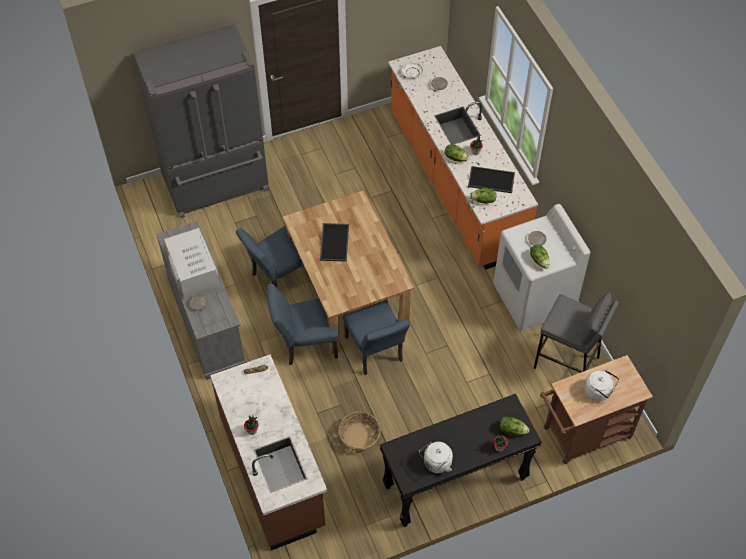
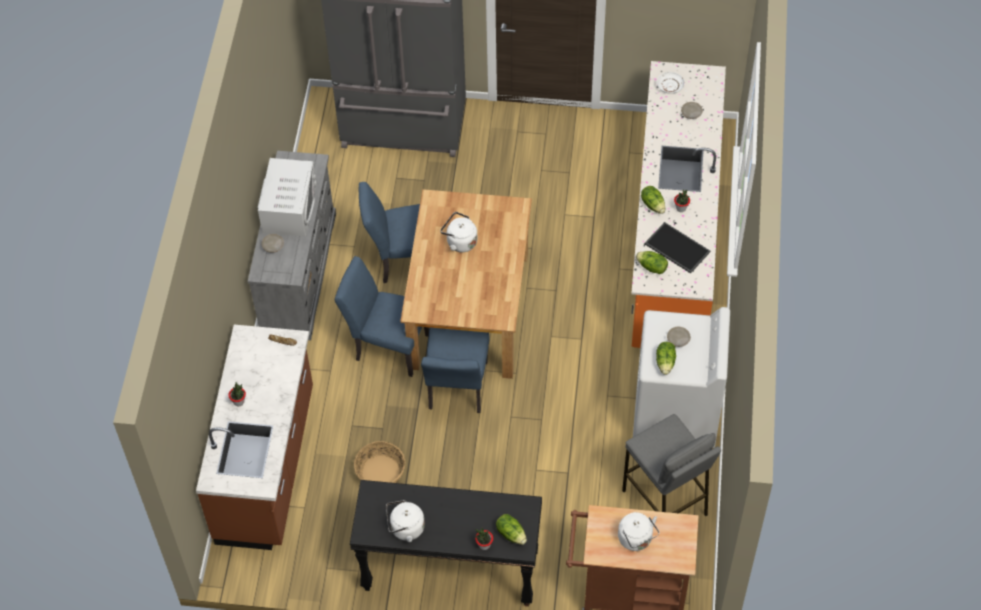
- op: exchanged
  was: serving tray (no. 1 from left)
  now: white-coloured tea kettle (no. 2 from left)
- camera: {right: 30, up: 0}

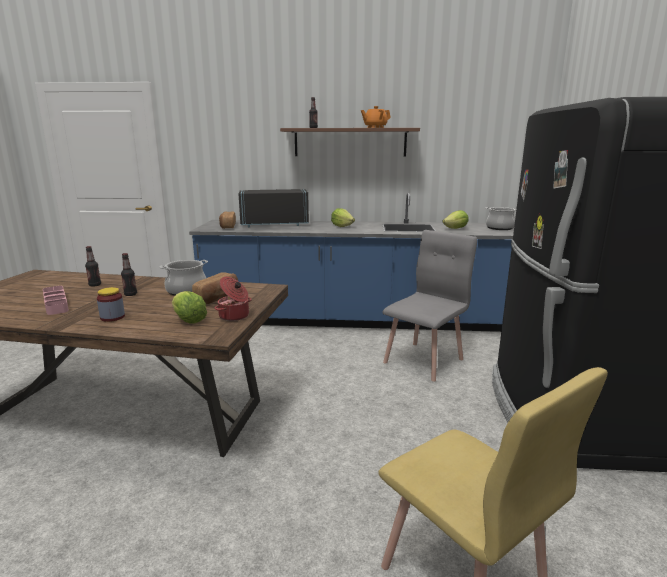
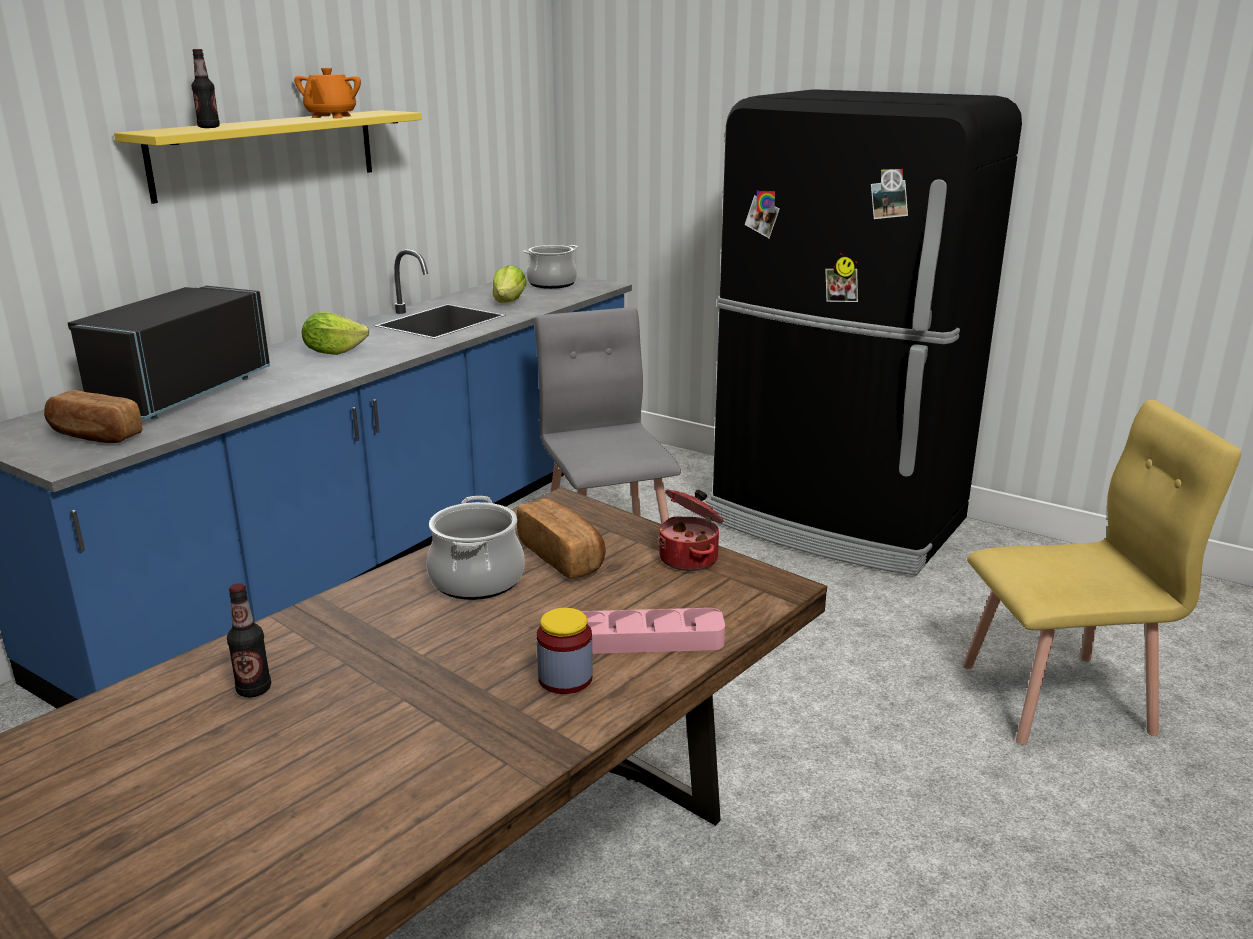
- op: relocated
  was: pink serving tray
- op: missing
  was: bottle (no. 2 from left)
- op: missing
  was: lettuce (no. 1 from left)
- op: colour
  was: brownish shelf
  now: yellowish shelf
- camera: {right: -60, up: 5}

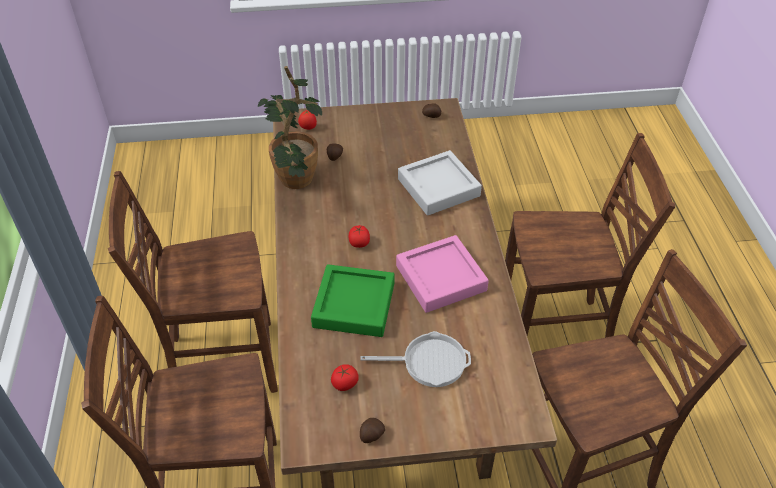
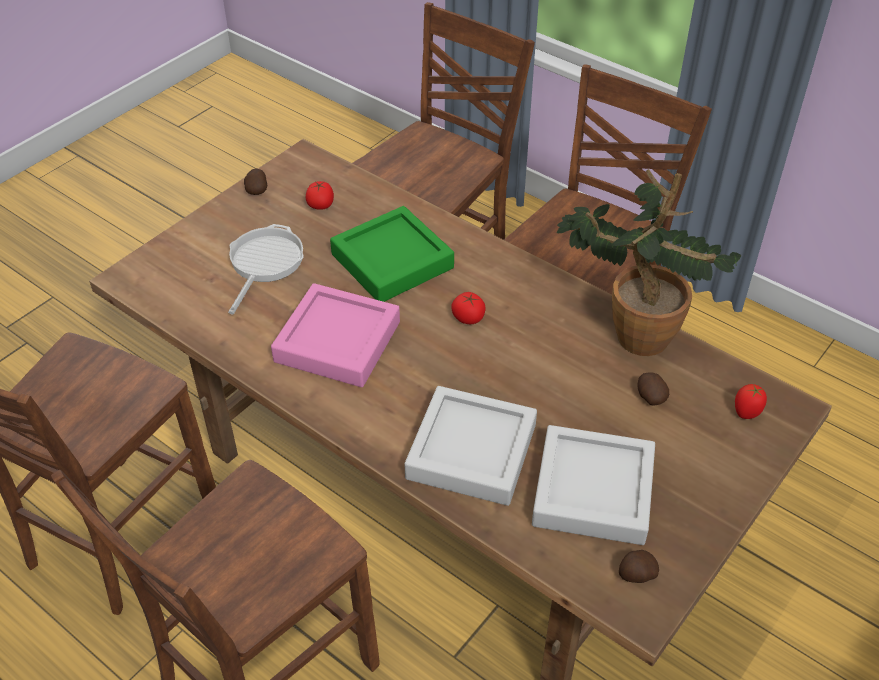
- op: spun
  was: skillet
  clockwise: 150
- op: appeared
  now: gray serving tray (no. 2 from left)
- camera: {right: 135, up: 0}

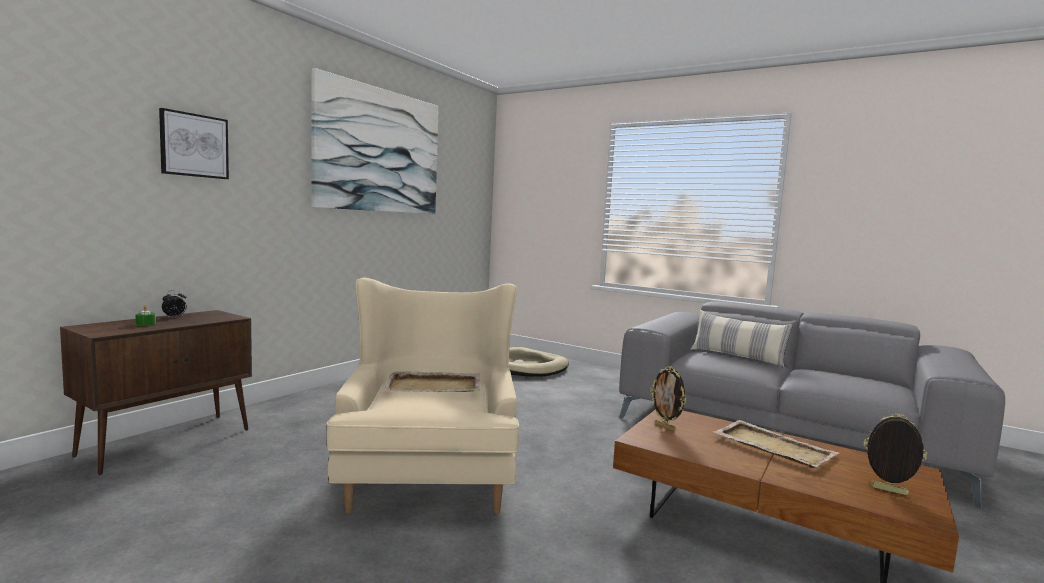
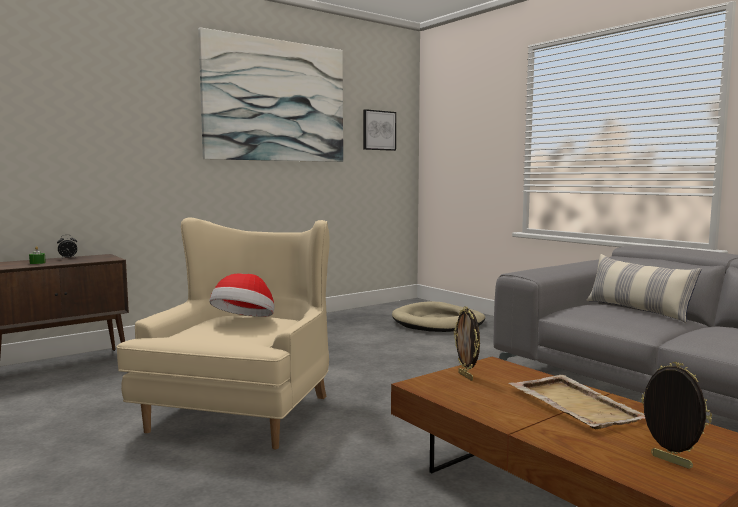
- op: relocated
  was: picture (no. 1 from left in the first image)
  now: picture (no. 2 from left)
- op: exchanged
  was: beige-coloured serving tray (no. 1 from left)
  now: wearable hat
- camera: {right: 20, up: 0}

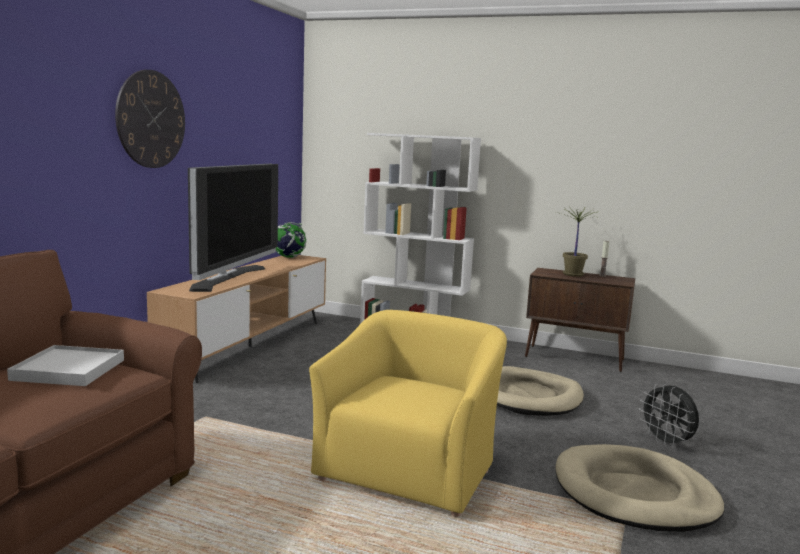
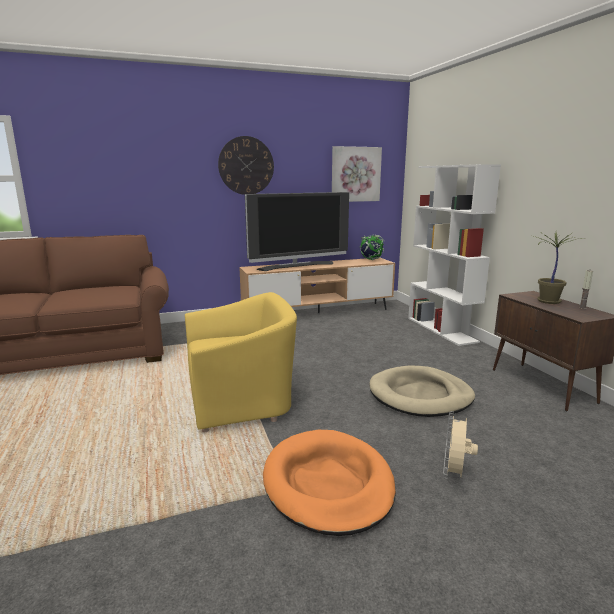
- op: missing
  was: white-coloured serving tray
- op: colour
  was: beige-coloured dog bed (no. 2 from left)
  now: orange dog bed
- op: colour
  was: black cooling fan
  now: beige-coloured cooling fan
- op: appeared
  now: picture
- camera: {right: 50, up: 5}

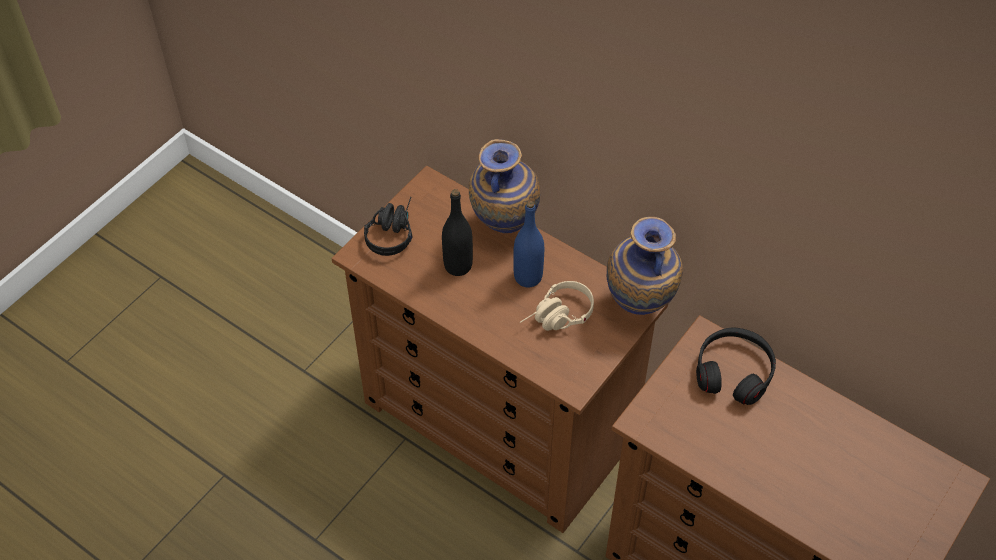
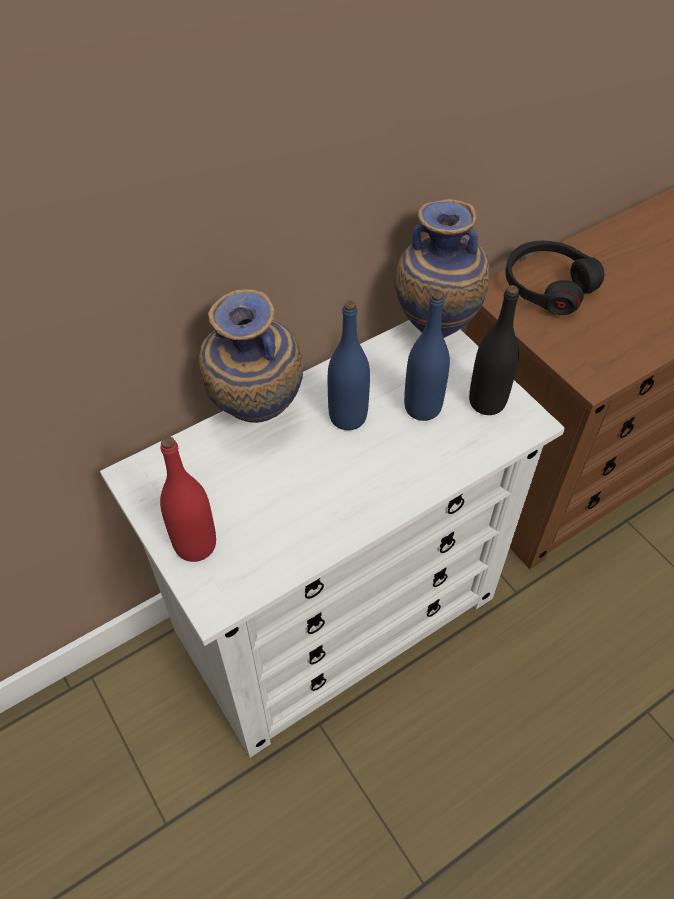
- op: colour
  was: brownish drawer chest (no. 1 from left)
  now: white-coloured drawer chest
- op: exchanged
  was: black pair of headphones (no. 1 from left)
  now: reddish bottle
- op: relocated
  was: black bottle
- op: exchanged
  was: beige-coloured pair of headphones
  now: blue bottle (no. 2 from left)
- camera: {right: -70, up: 0}

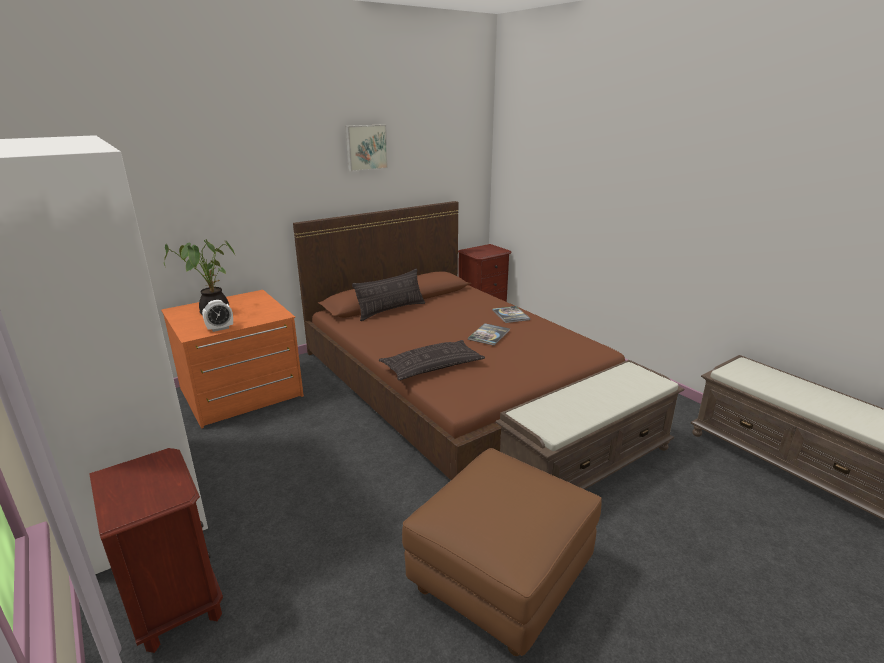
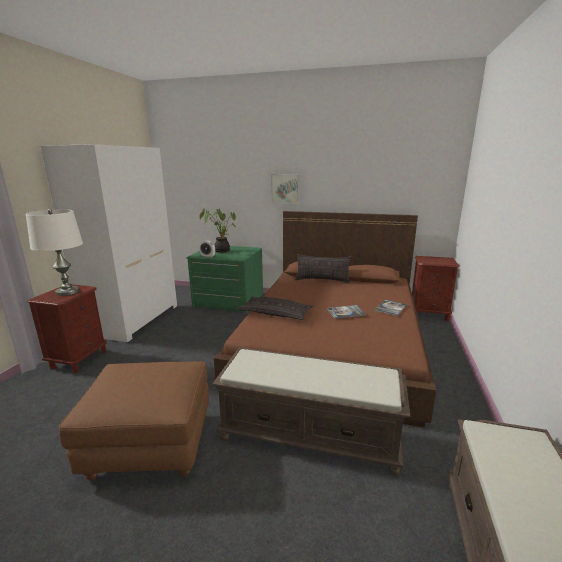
- op: colour
  was: orange drawer chest
  now: green drawer chest
- op: relocated
  was: picture
- op: appeared
  now: white-coloured tabletop lamp
- camera: {right: 50, up: -5}

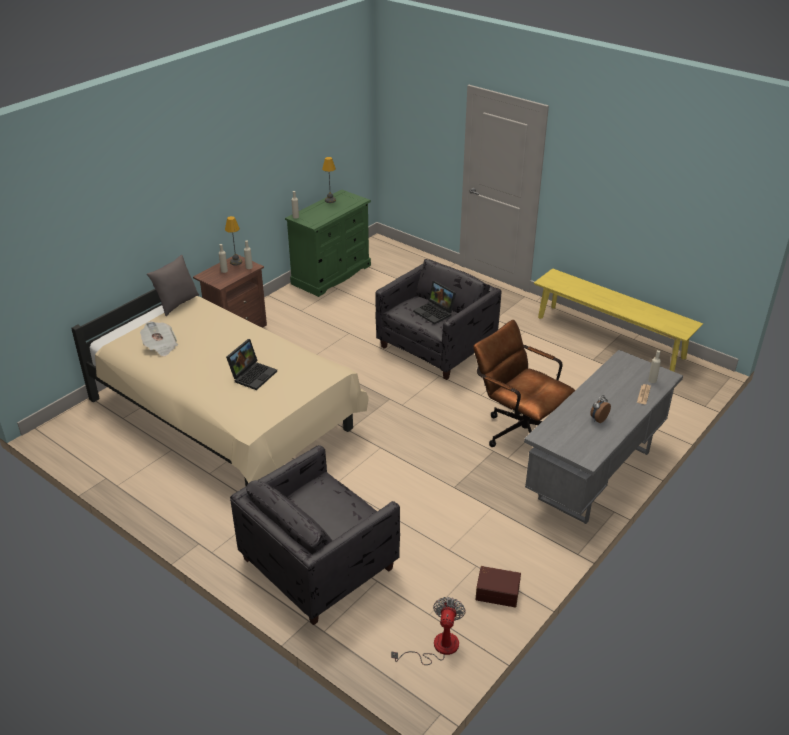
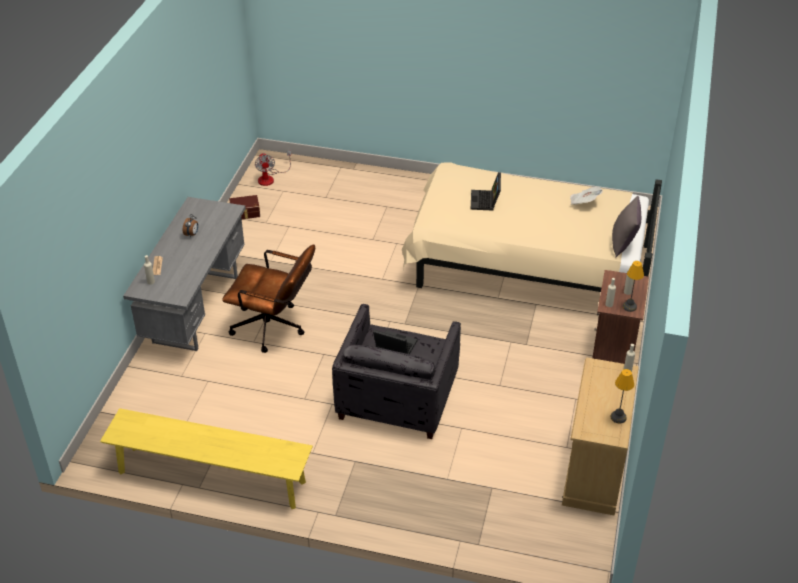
- op: missing
  was: gray lounge chair (no. 1 from left)
- op: colour
  was: green drawer chest
  now: beige-coloured drawer chest
- camera: {right: 155, up: 5}

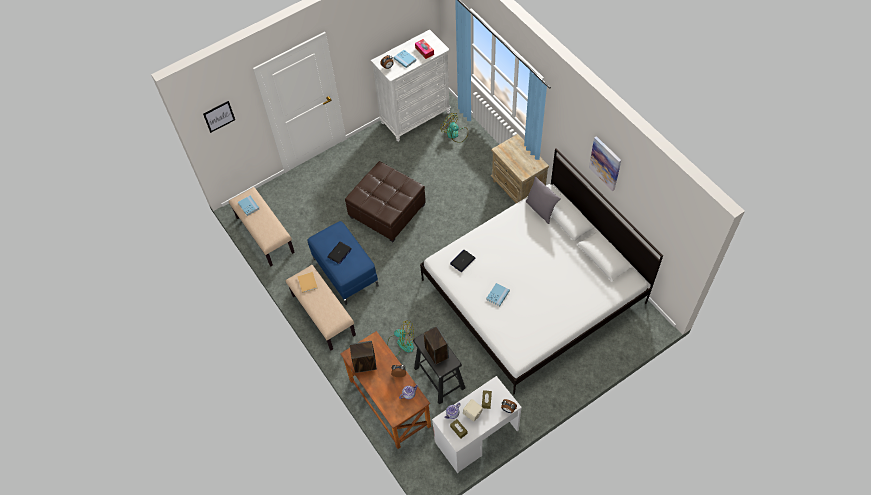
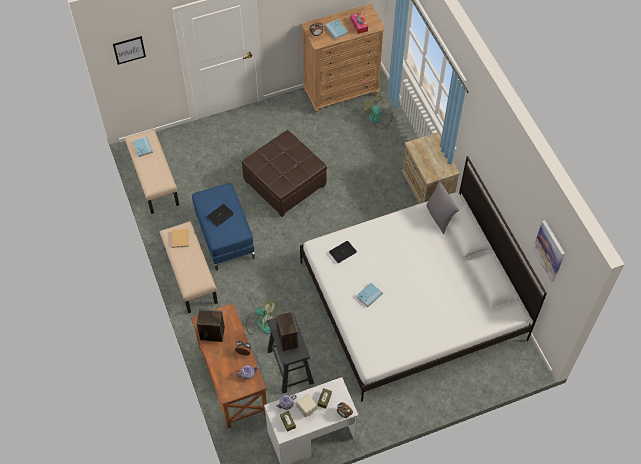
- op: colour
  was: white-coloured drawer chest
  now: brownish drawer chest
- op: relocated
  was: picture (no. 2 from left)
- camera: {right: 10, up: 0}

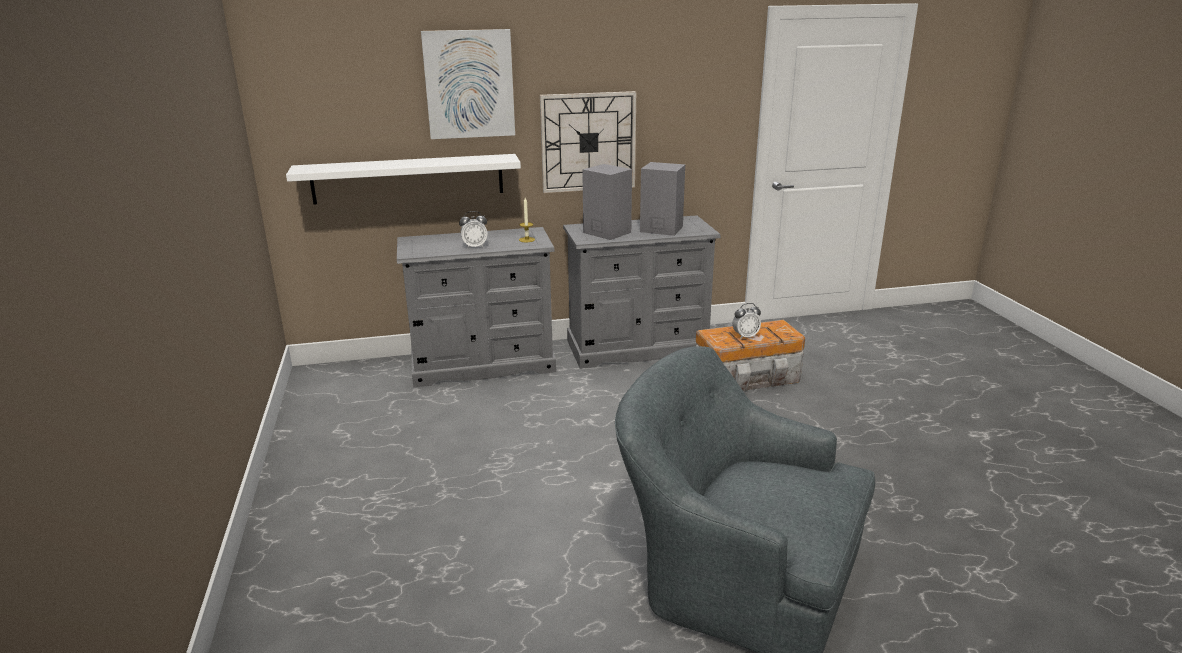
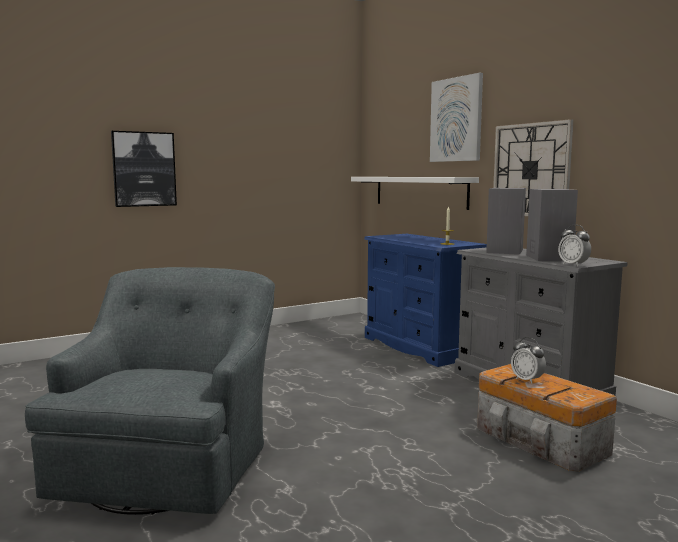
- op: colour
  was: gray drawer chest (no. 1 from left)
  now: blue drawer chest
- op: relocated
  was: alarm clock (no. 1 from left in the first image)
  now: alarm clock (no. 2 from left)
- op: appeared
  now: picture (no. 1 from left)
- camera: {right: 70, up: -15}

